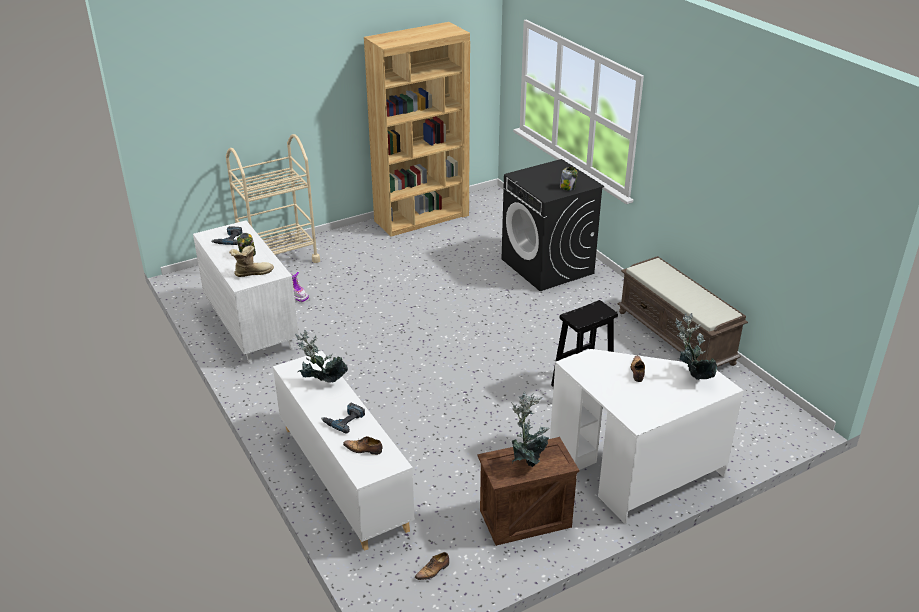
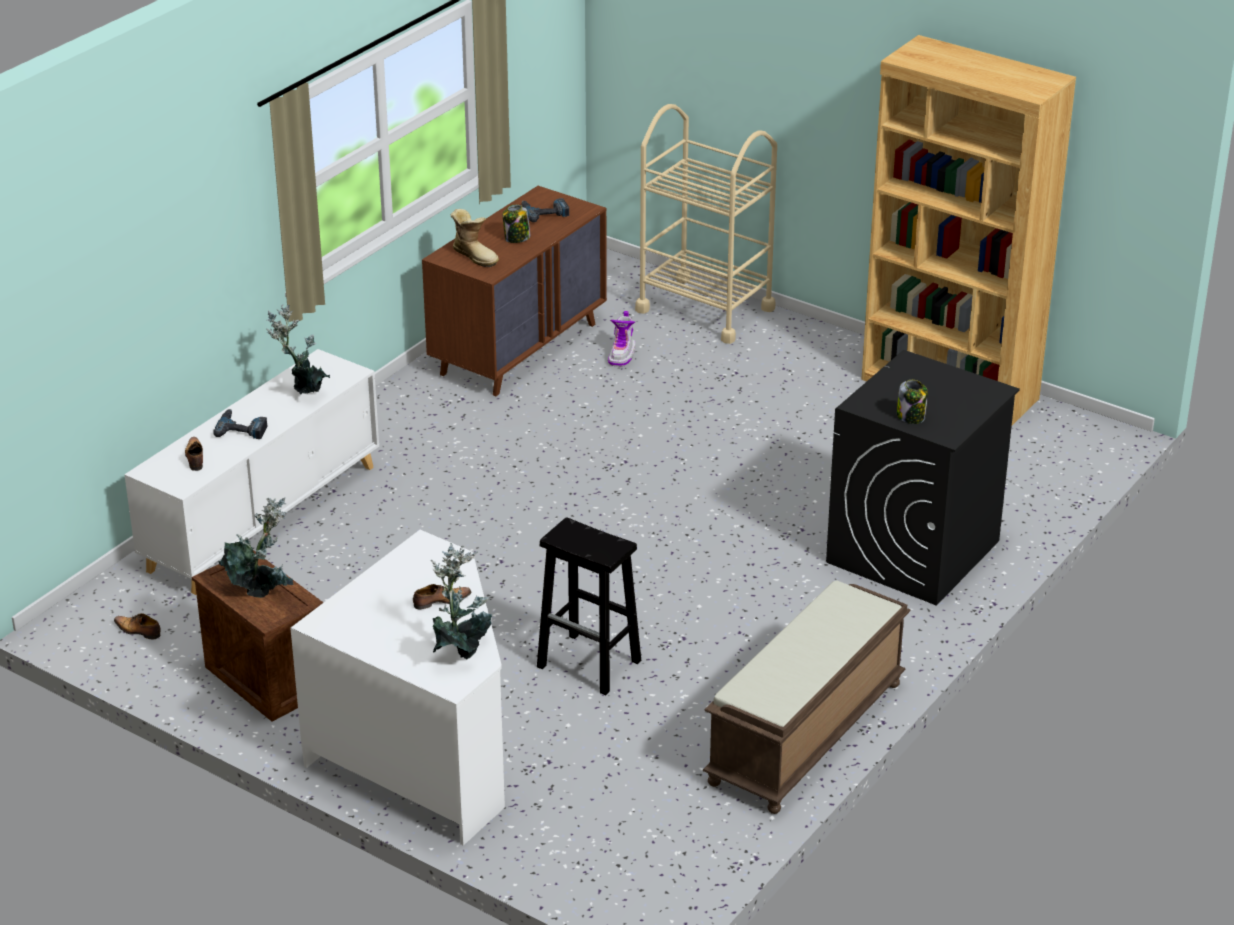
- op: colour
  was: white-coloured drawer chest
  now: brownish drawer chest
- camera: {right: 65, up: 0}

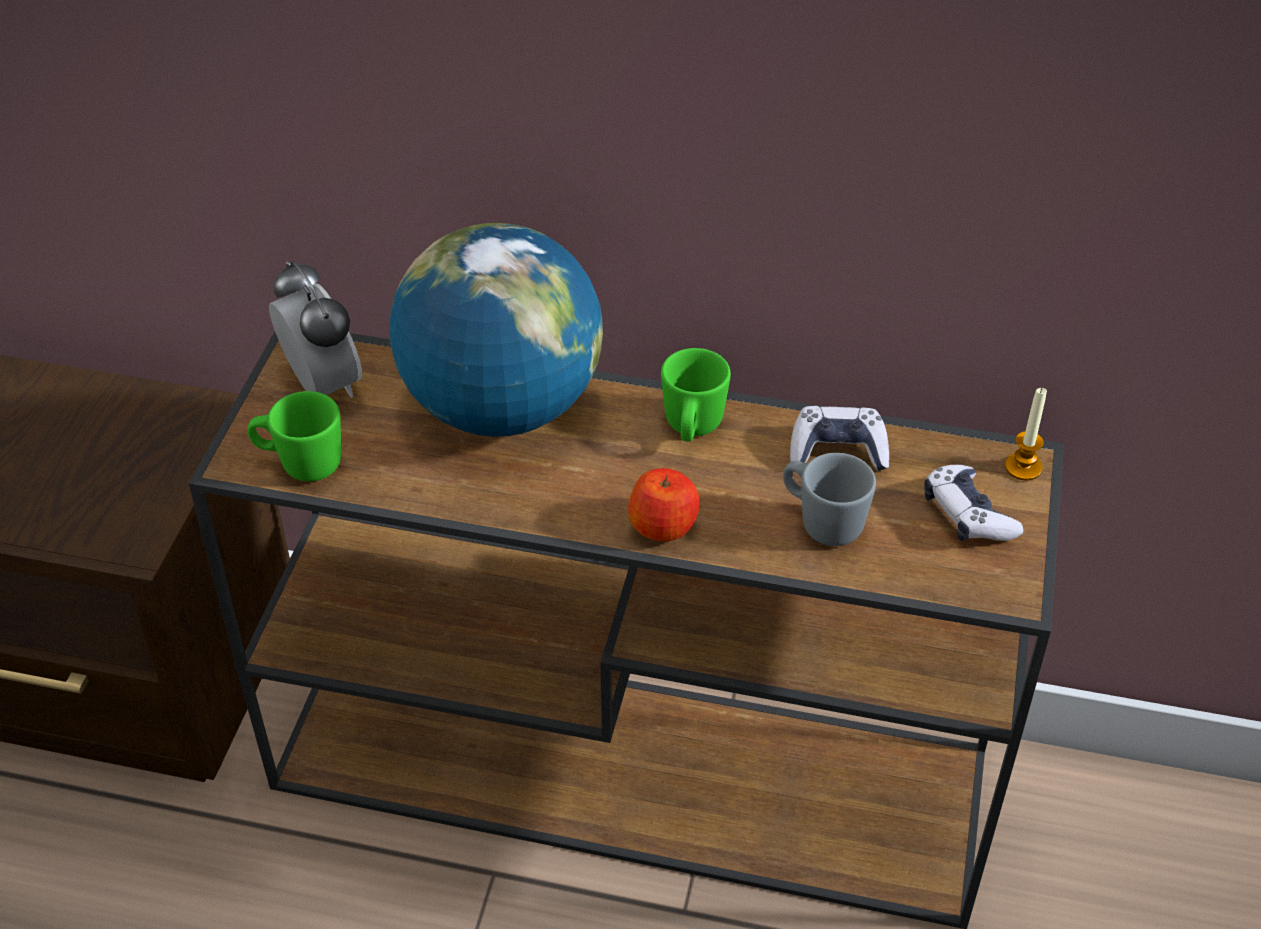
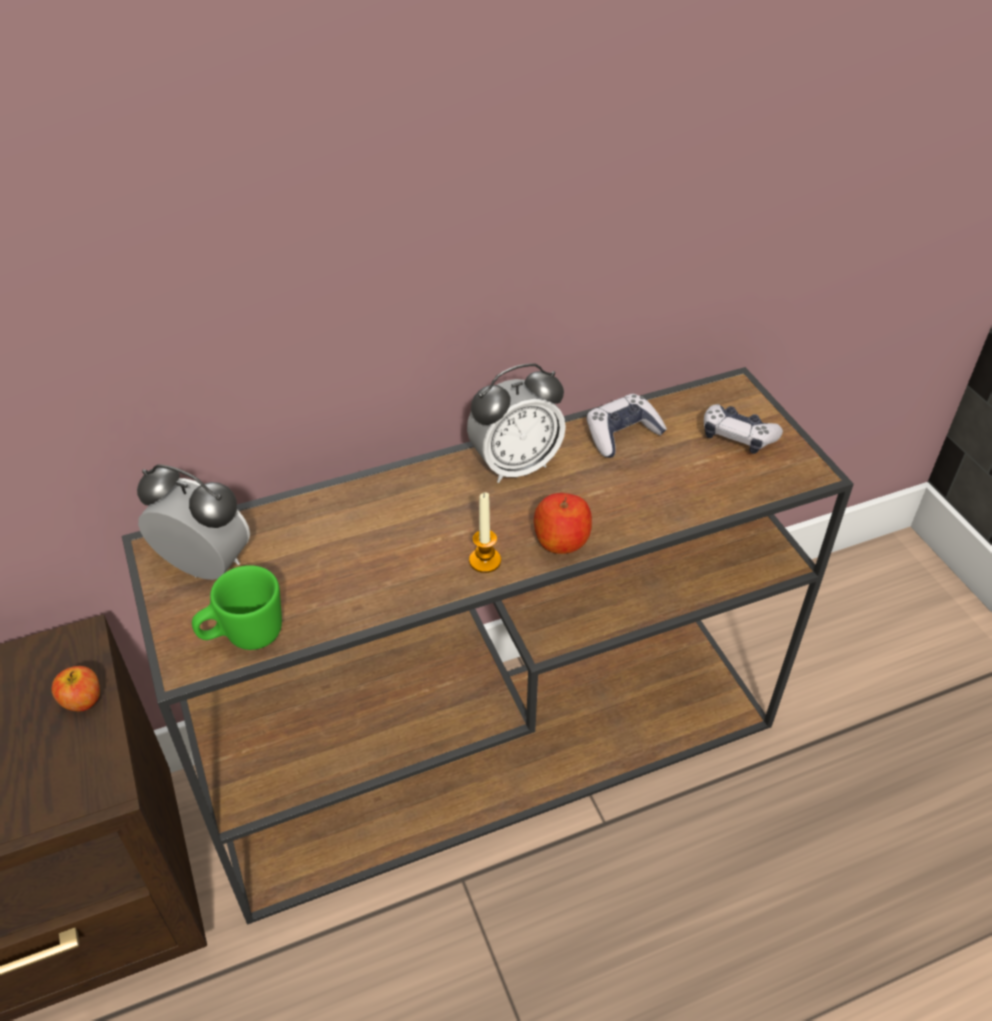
- op: missing
  was: desk globe
- op: exchanged
  was: green tea mug (no. 2 from left)
  now: alarm clock (no. 2 from left)
- op: missing
  was: gray tea mug
- op: relocated
  was: wax light
- op: appeared
  now: apple fruit (no. 1 from left)
- camera: {right: -35, up: 0}

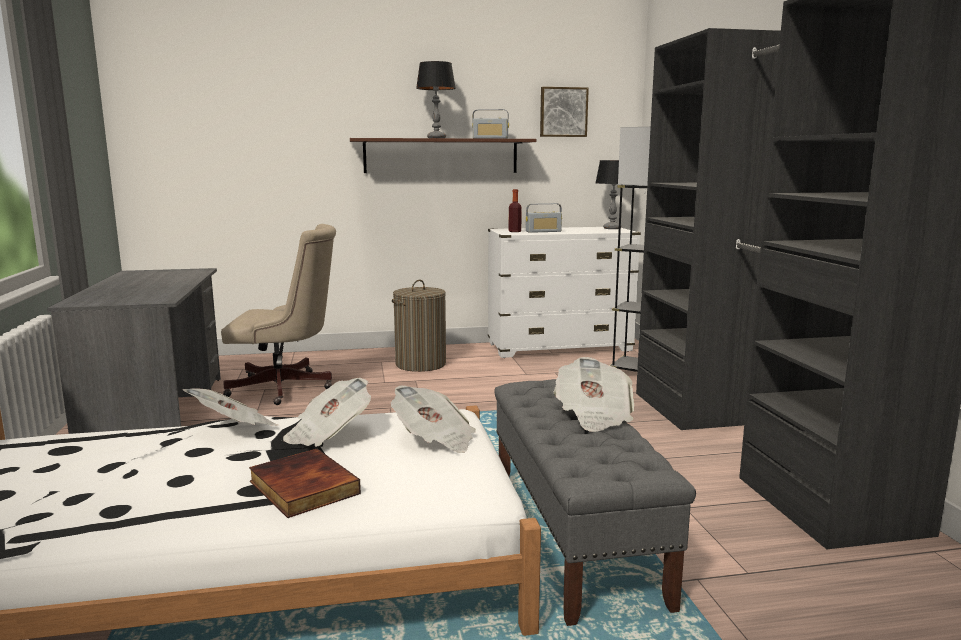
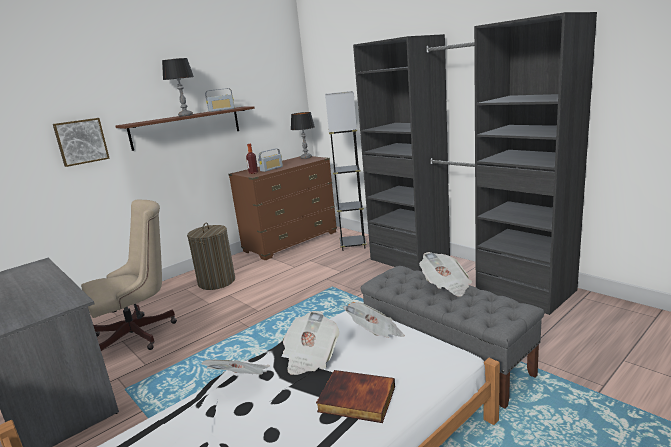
- op: colour
  was: white-coloured drawer chest
  now: brownish drawer chest
- op: relocated
  was: picture
- camera: {right: -30, up: 5}

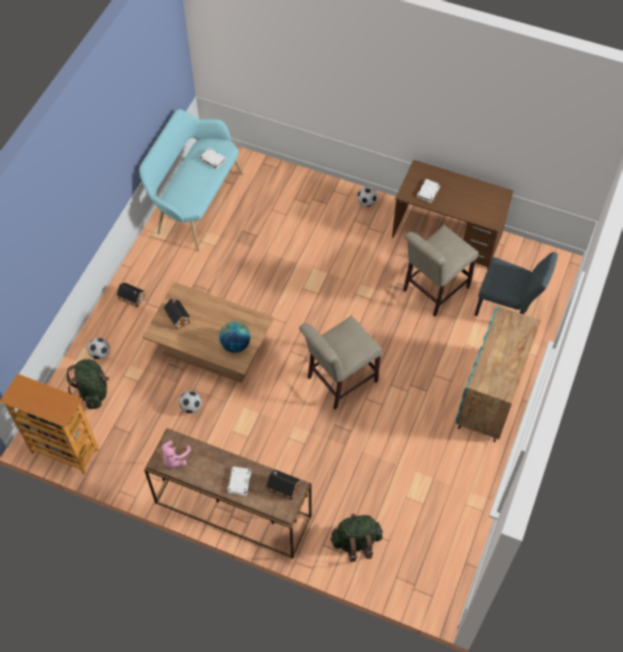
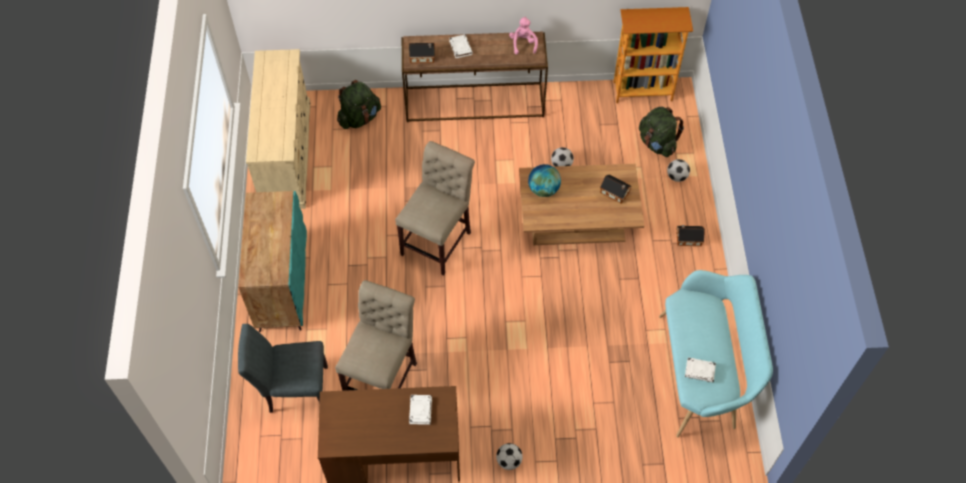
- op: appeared
  now: beige-coloured drawer chest
- camera: {right: 155, up: 0}

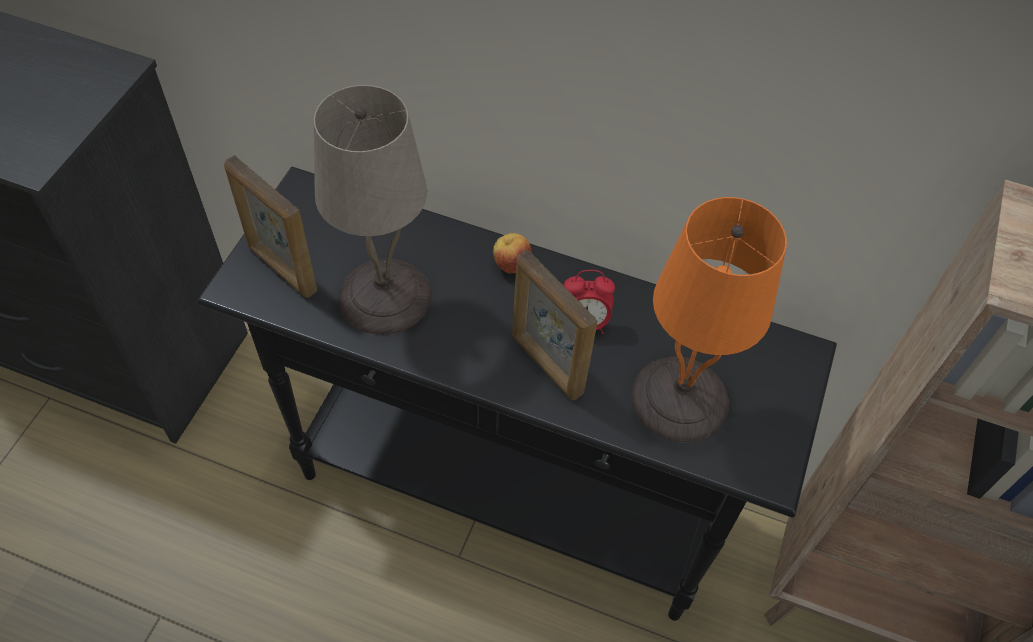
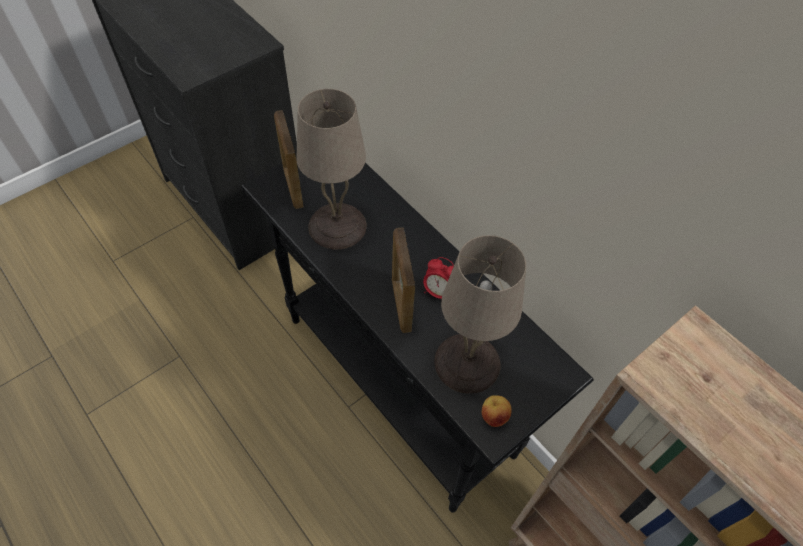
- op: relocated
  was: apple fruit
- op: colour
  was: orange tabletop lamp
  now: beige-coloured tabletop lamp (no. 2 from left)
- camera: {right: 30, up: 0}

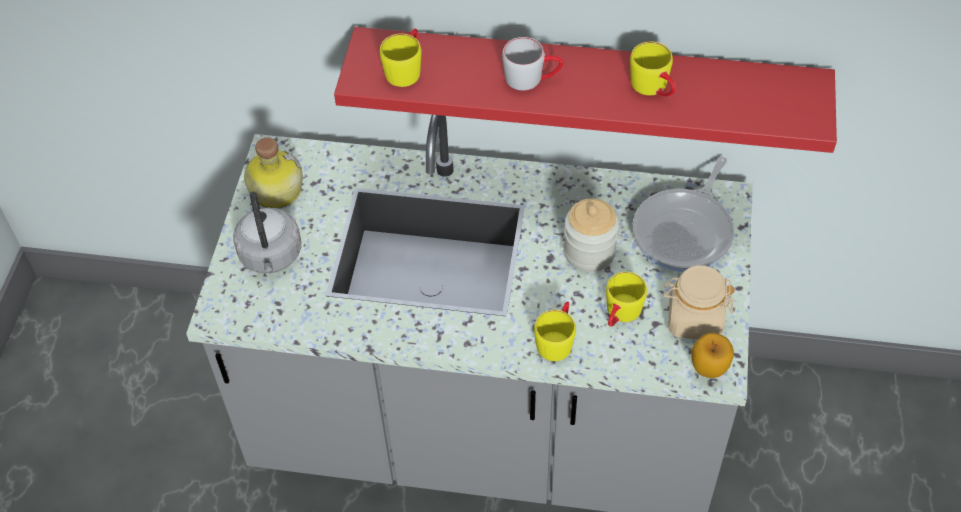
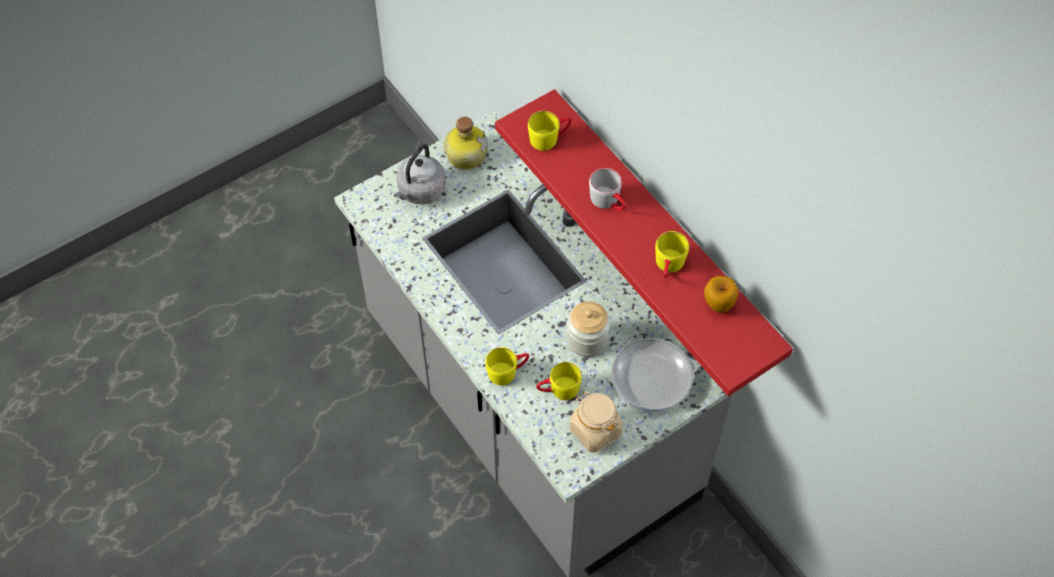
- op: relocated
  was: apple fruit
- camera: {right: 45, up: 5}

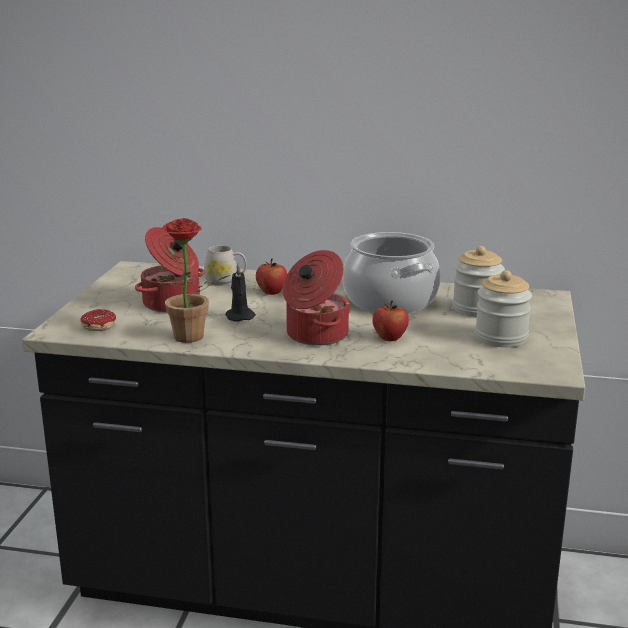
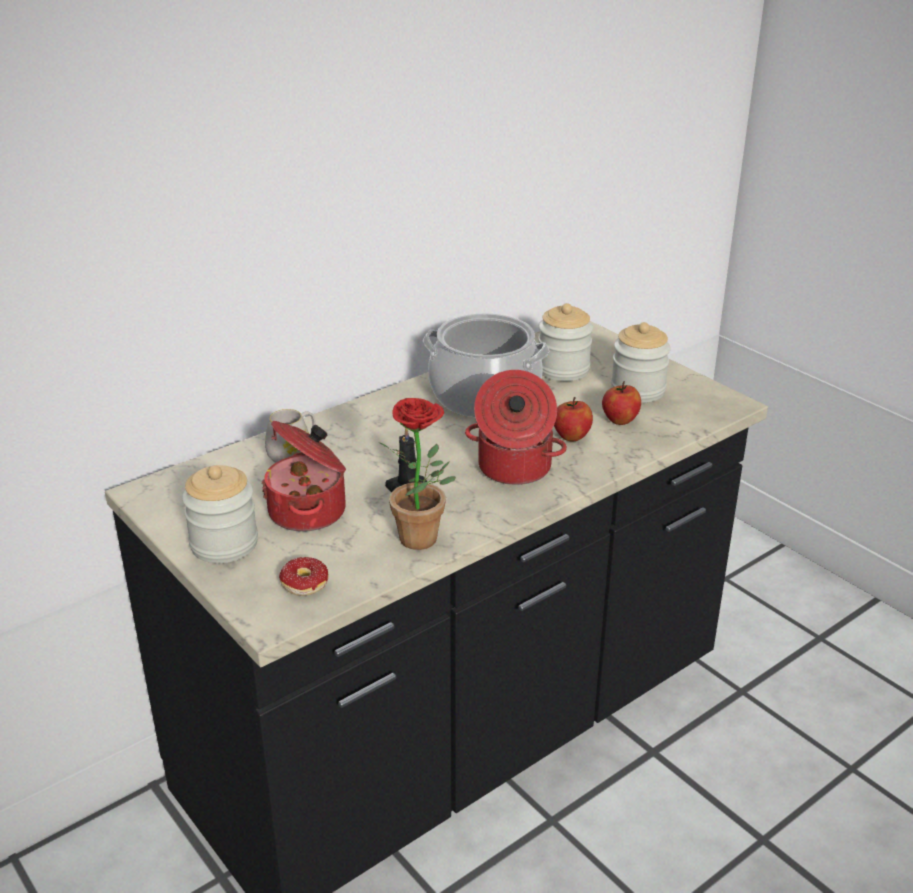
- op: relocated
  was: apple fruit (no. 1 from left in the first image)
  now: apple fruit (no. 2 from left)
- op: appeared
  now: storage jar (no. 1 from left)
- camera: {right: -50, up: 10}

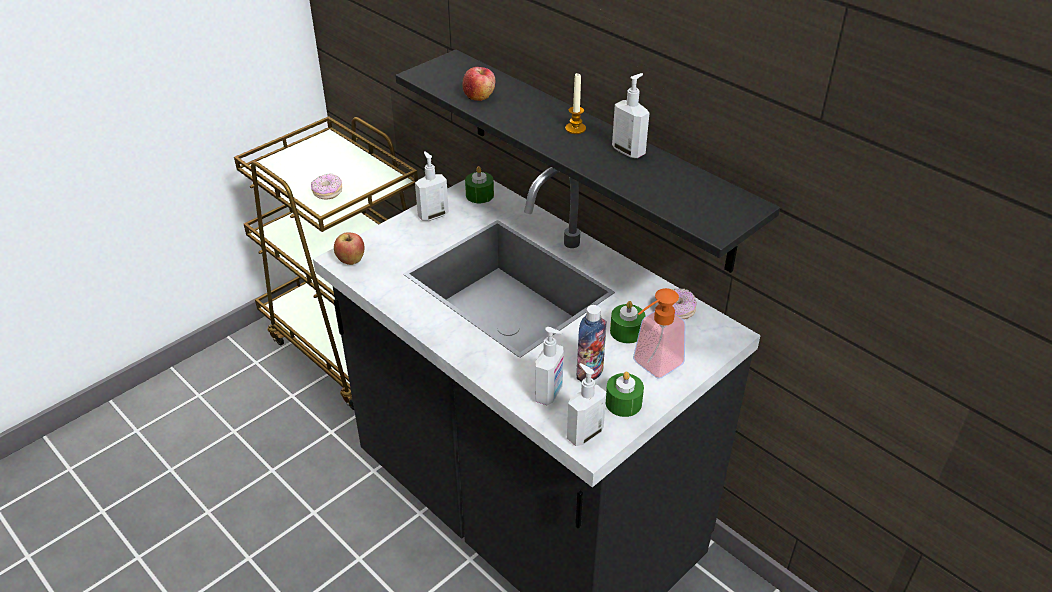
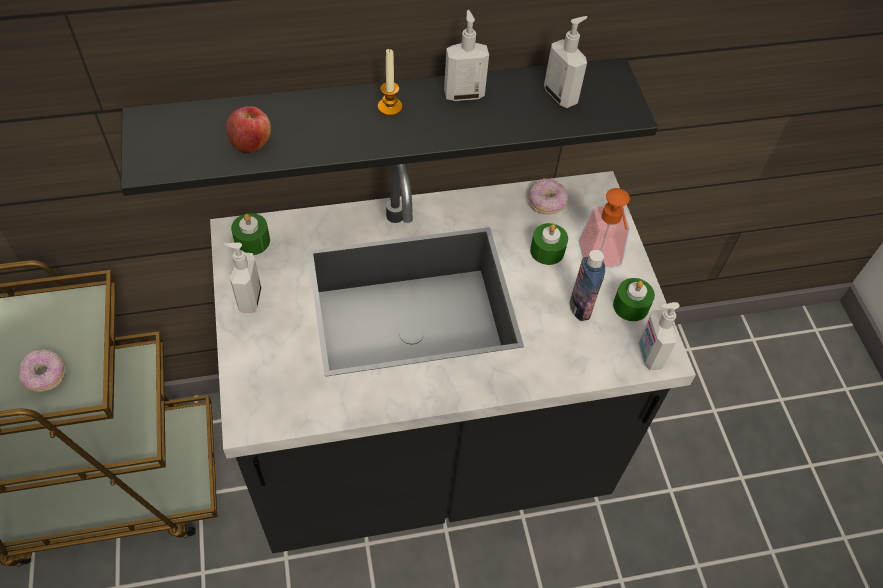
- op: missing
  was: apple fruit (no. 1 from left)
- op: relocated
  was: soap dispenser (no. 2 from left in the first image)
  now: soap dispenser (no. 3 from left)
- camera: {right: -60, up: 15}

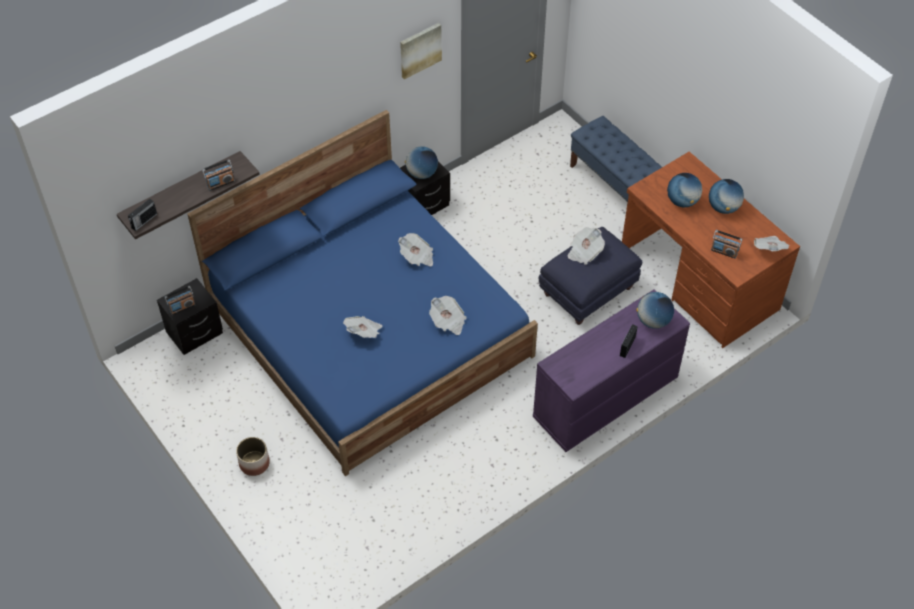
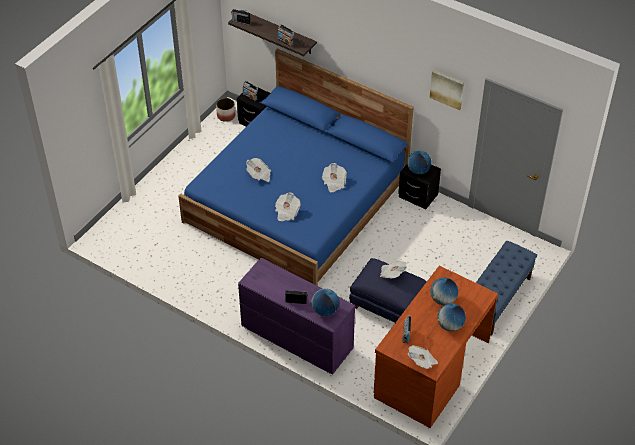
- op: relocated
  was: flower pot
- camera: {right: 70, up: -5}

